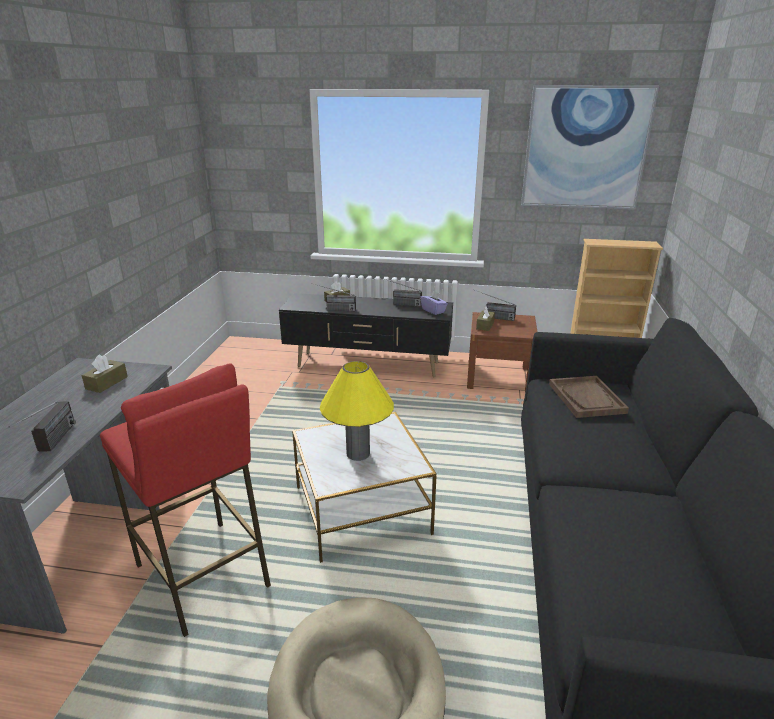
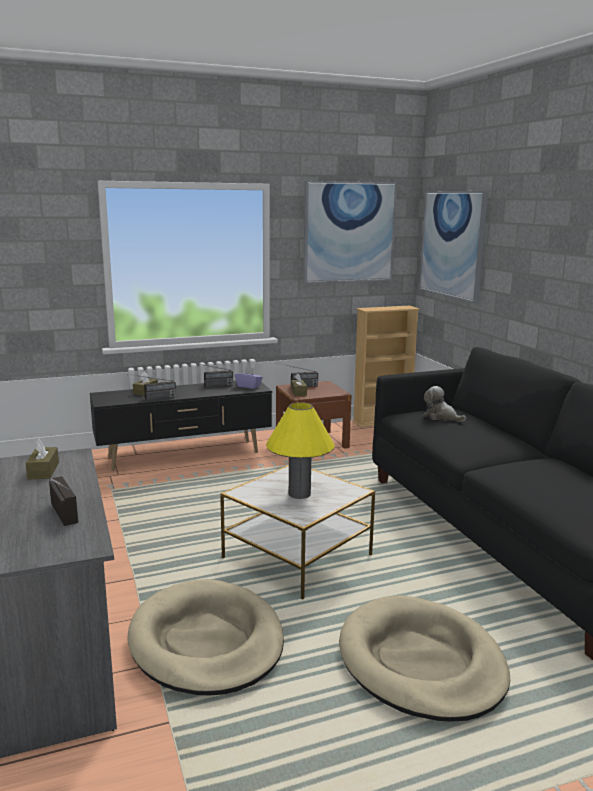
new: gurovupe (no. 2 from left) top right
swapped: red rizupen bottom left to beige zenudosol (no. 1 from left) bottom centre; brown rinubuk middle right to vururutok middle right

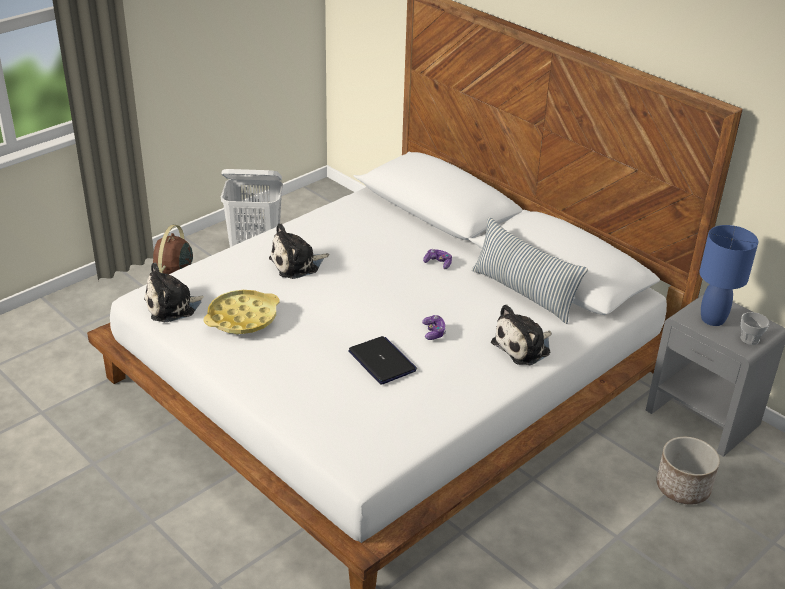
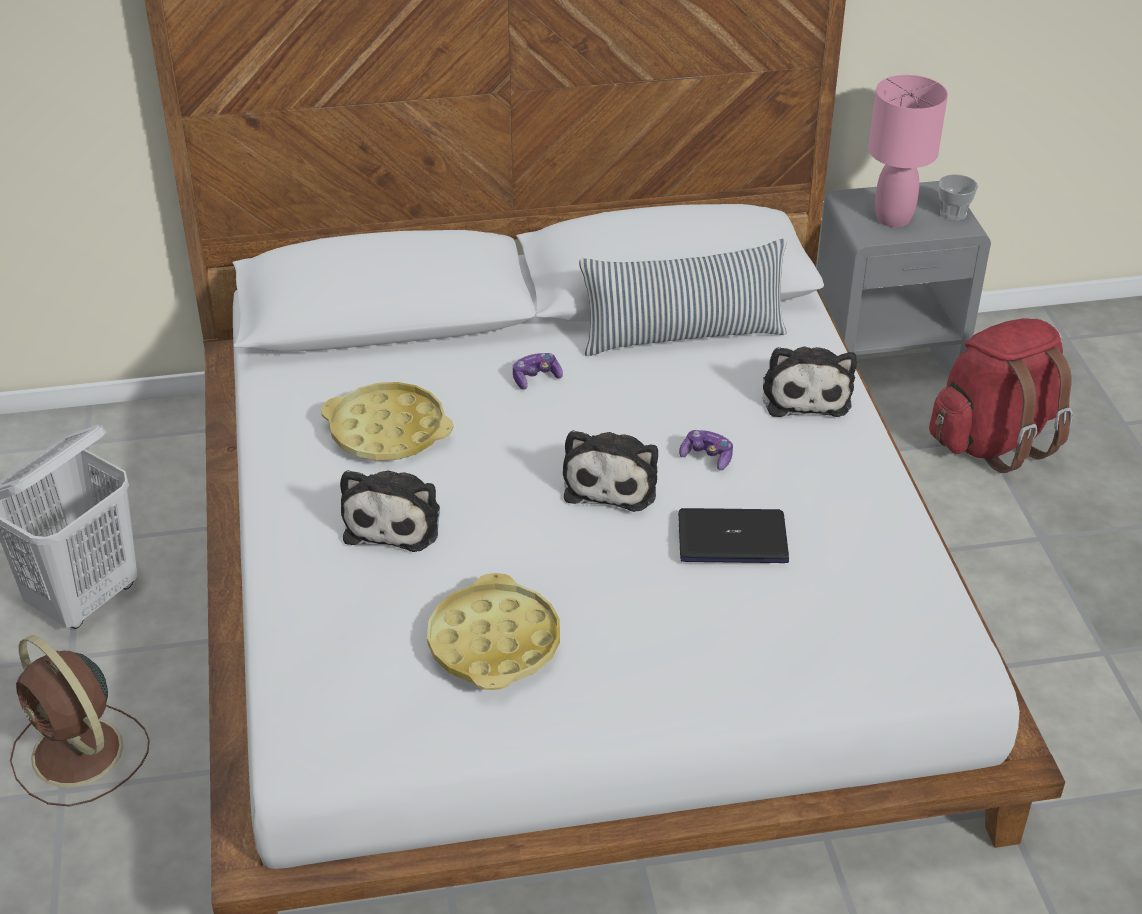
new: yellow rinubuk (no. 1 from left) centre
shifted: vururutok (no. 1 from left in the first image) middle left to vururutok (no. 2 from left) centre
swapped: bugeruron bottom right to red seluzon middle right
repainted: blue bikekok middle right to pink bikekok top right

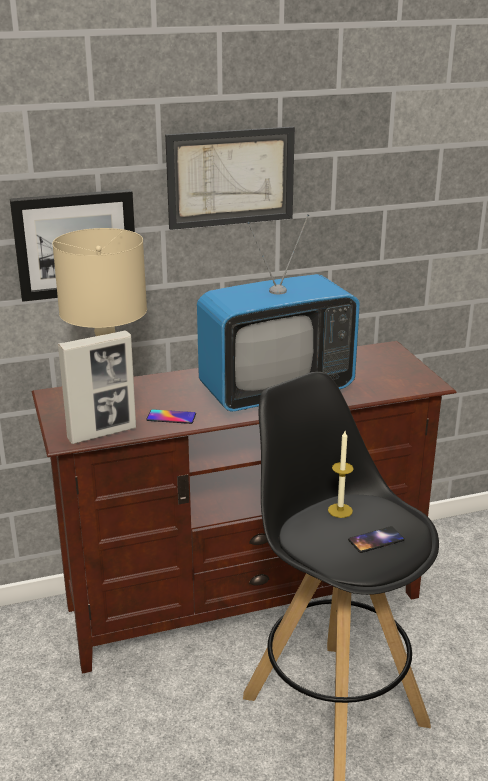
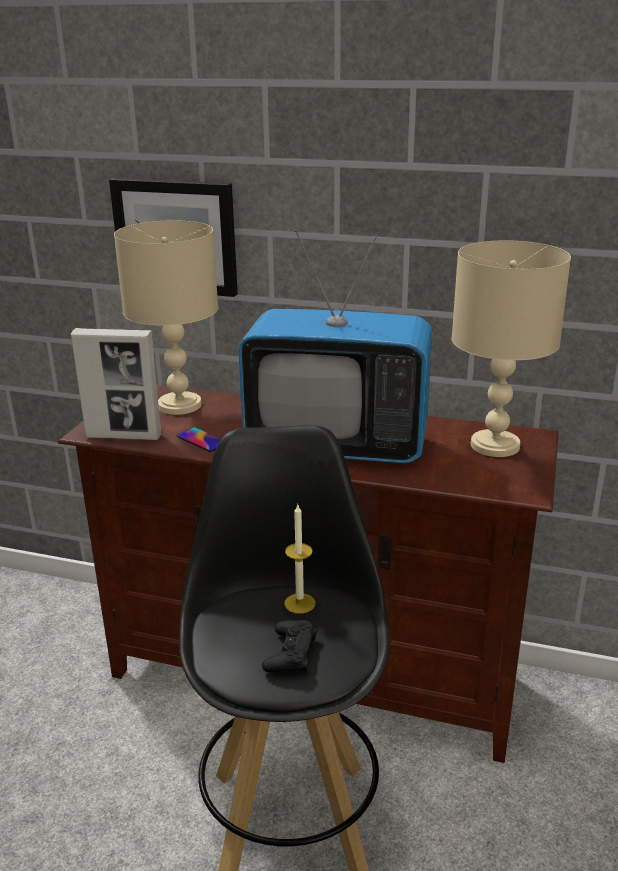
gone: gurovupe (no. 2 from left) top centre
new: beige bikekok (no. 2 from left) middle right
swapped: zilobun (no. 2 from left) bottom right to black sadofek bottom centre

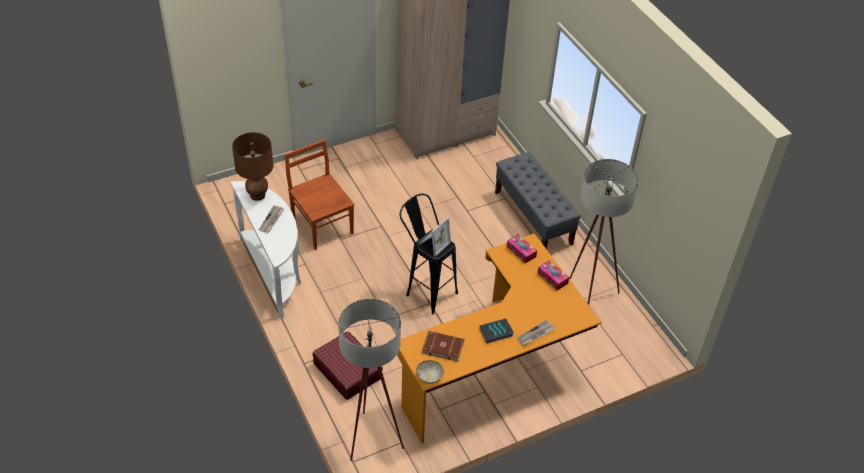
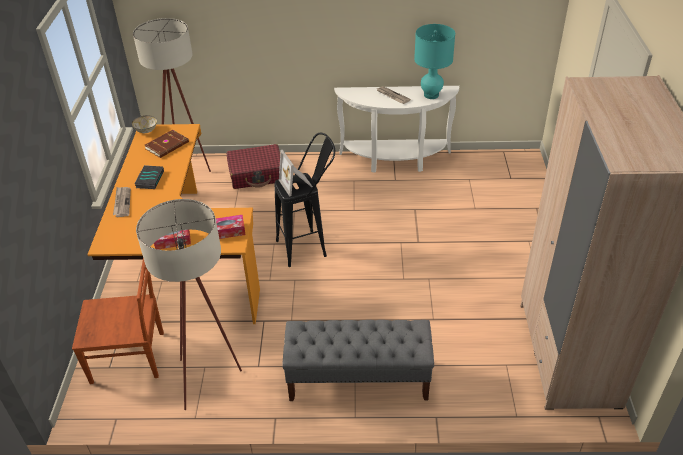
shifted: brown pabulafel centre to bottom left
repainted: brown bikekok middle left to turquoise bikekok top centre

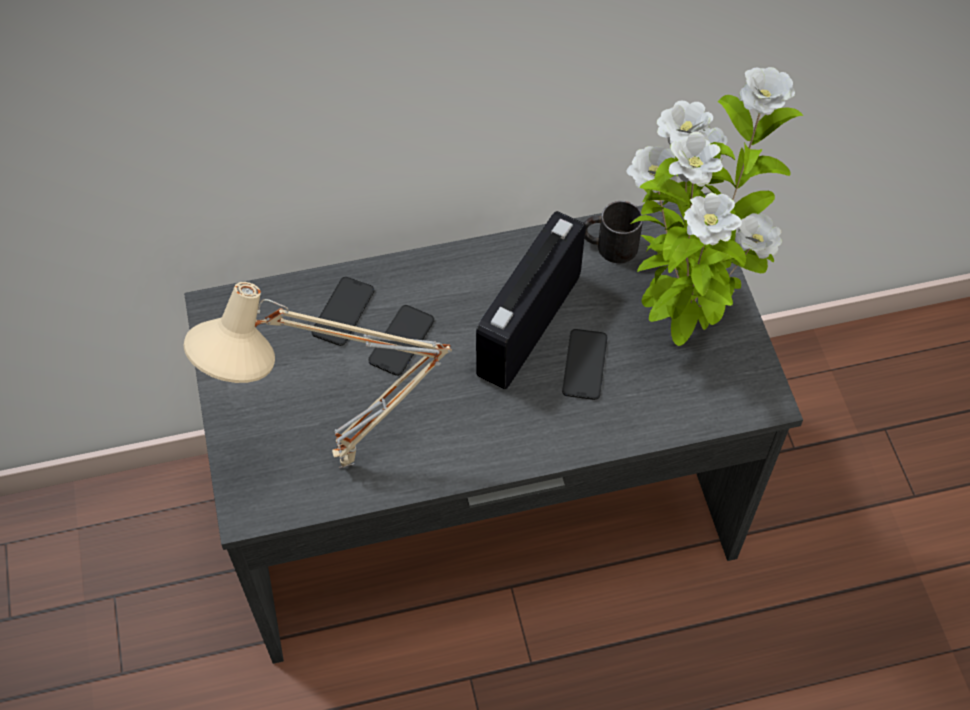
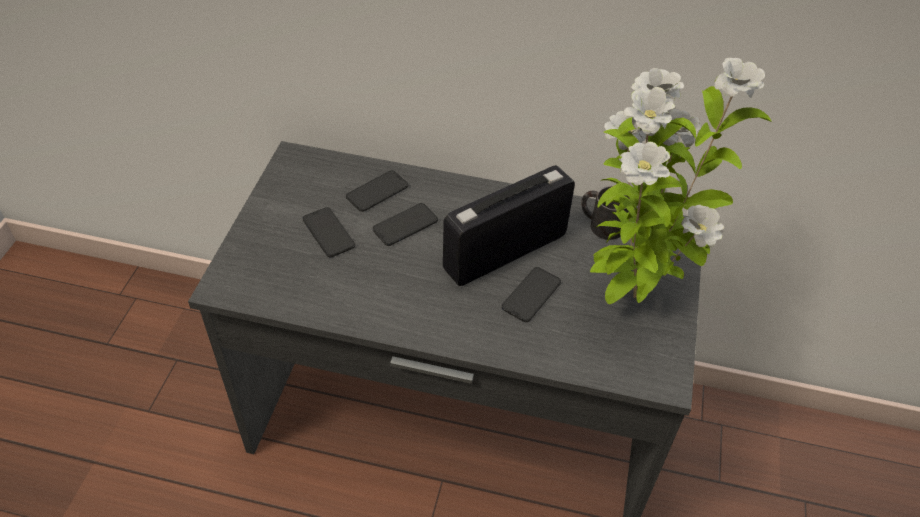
gone: beige bikekok middle left
new: zilobun (no. 1 from left) centre

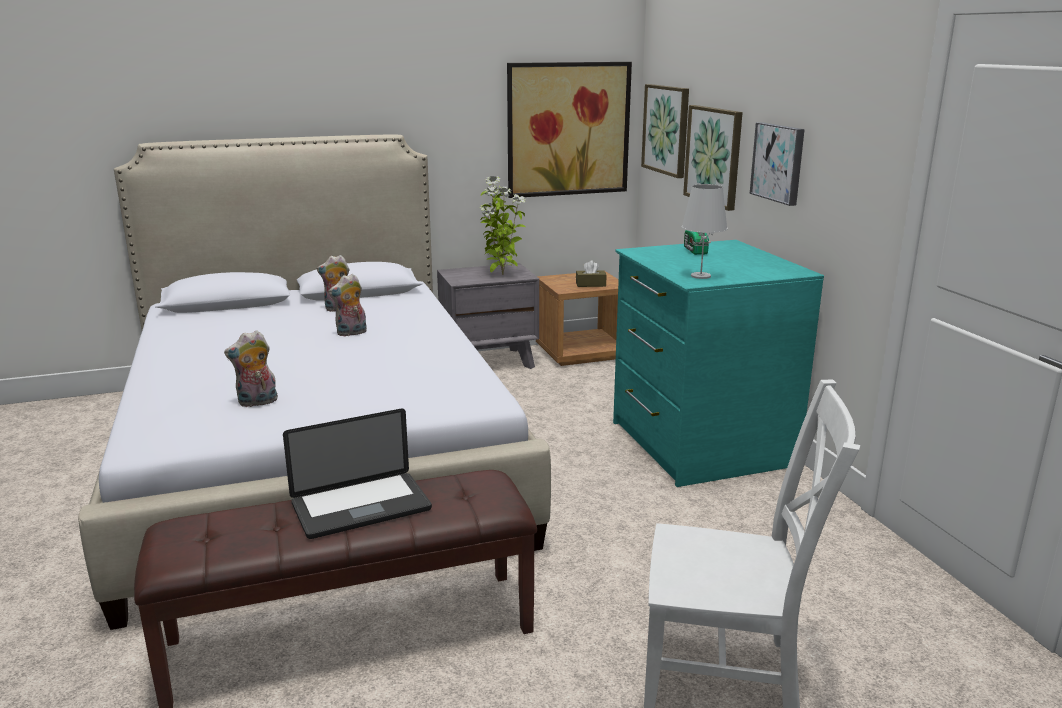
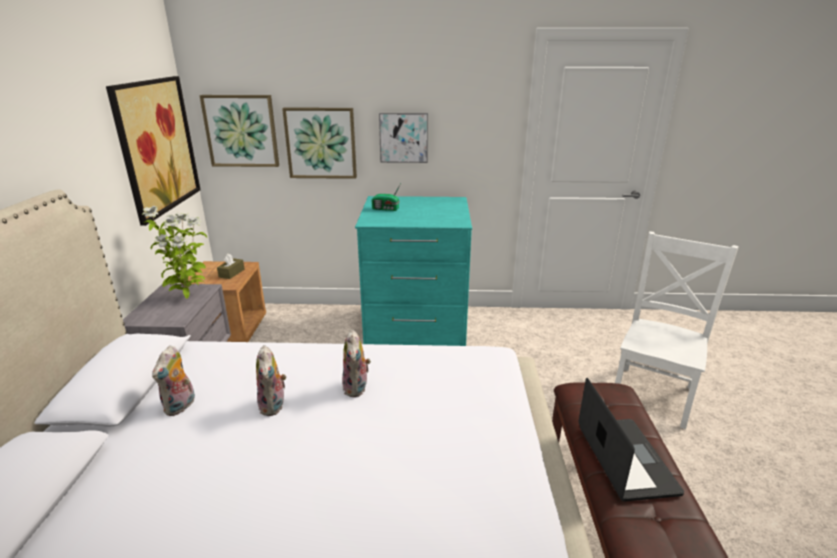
gone: white bikekok top centre
shifted: vururutok (no. 1 from left in the first image) middle left to vururutok (no. 3 from left) centre

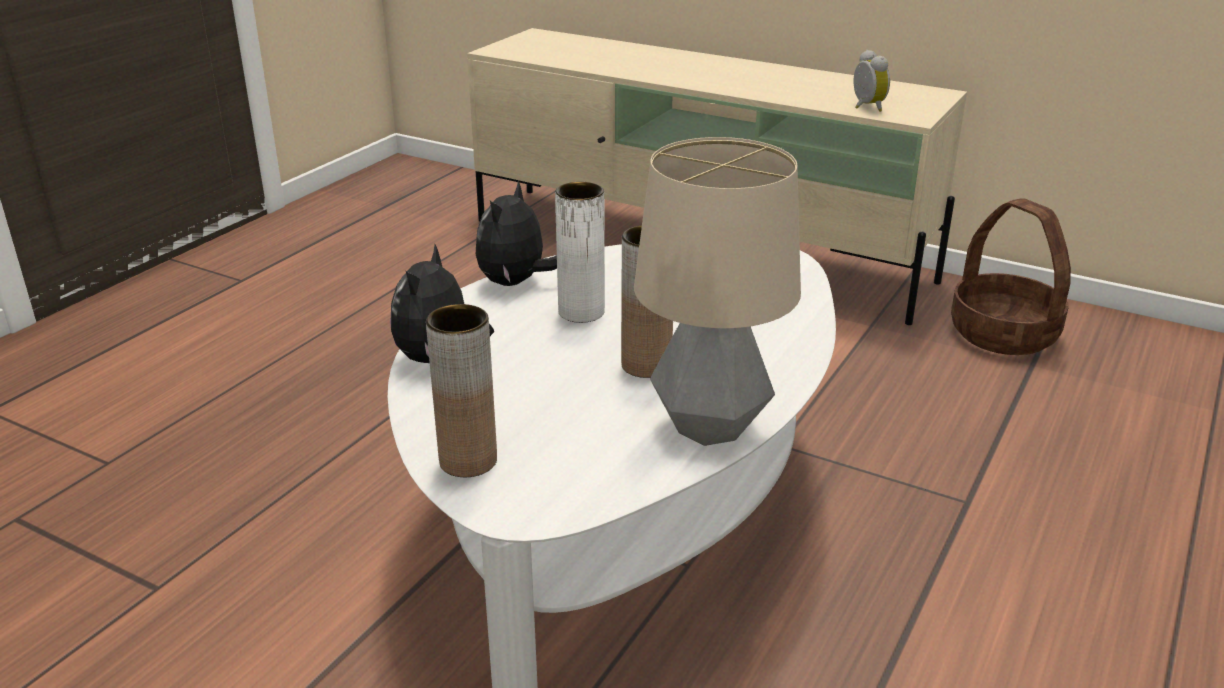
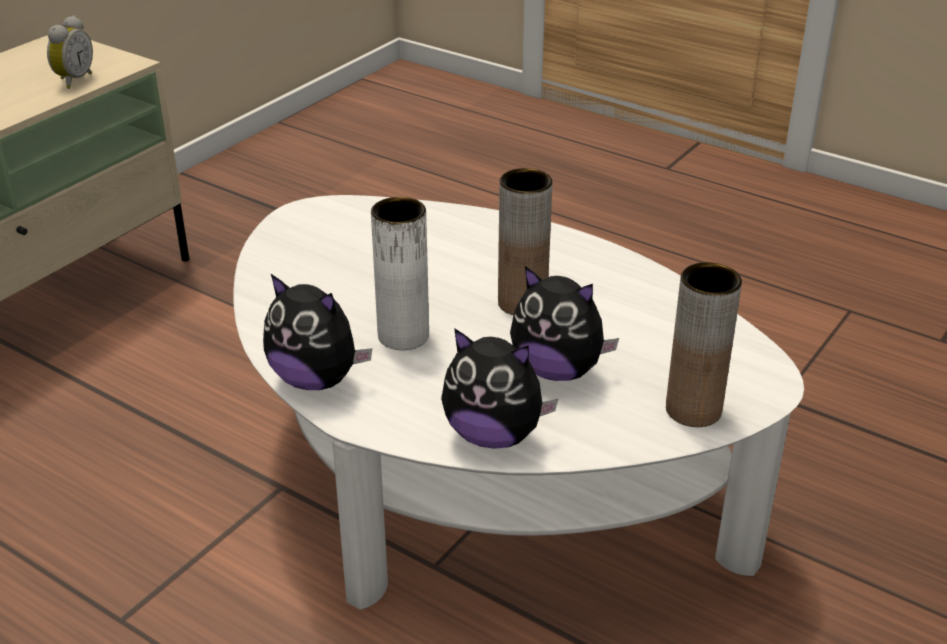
gone: bikekok centre; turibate middle right
new: vururutok (no. 3 from left) centre
rotated: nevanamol top right = top left 120 degrees clockwise

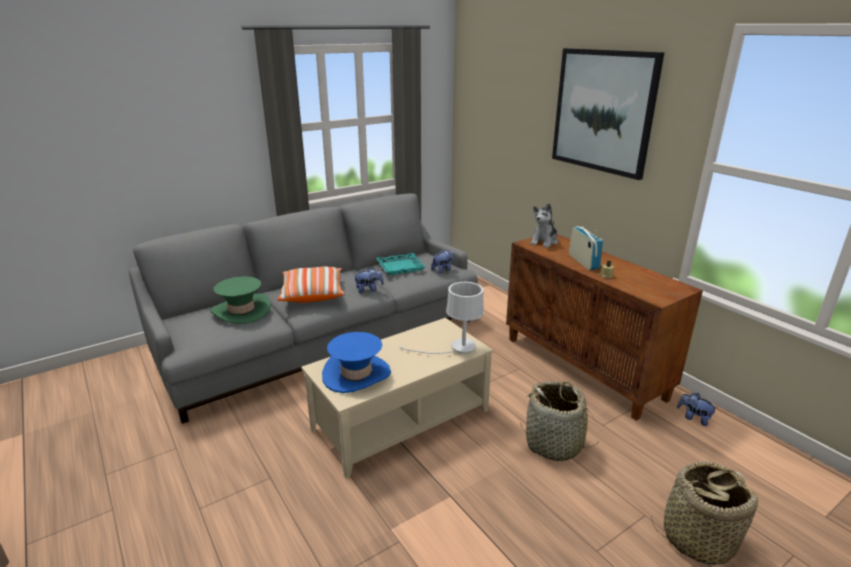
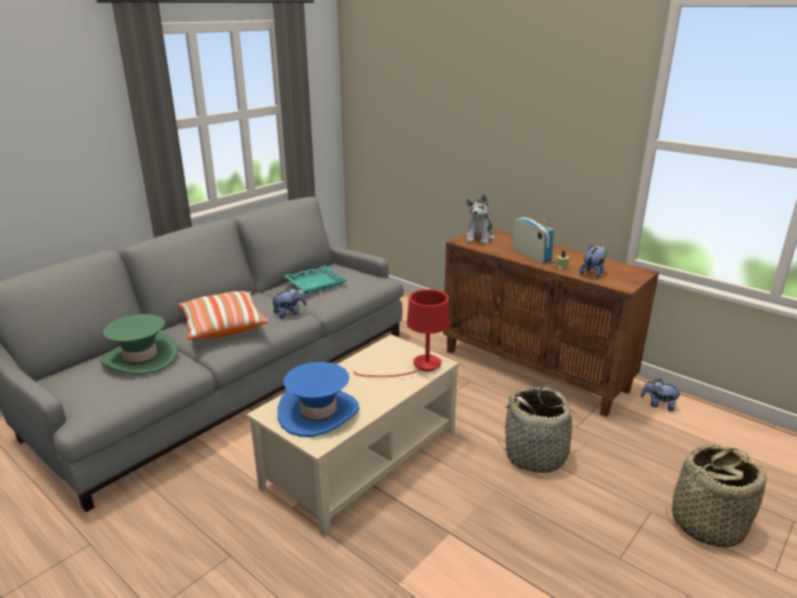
gone: gurovupe top right
shifted: vururutok (no. 2 from left in the first image) centre to vururutok (no. 3 from left) middle right
repainted: white bikekok centre to red bikekok centre

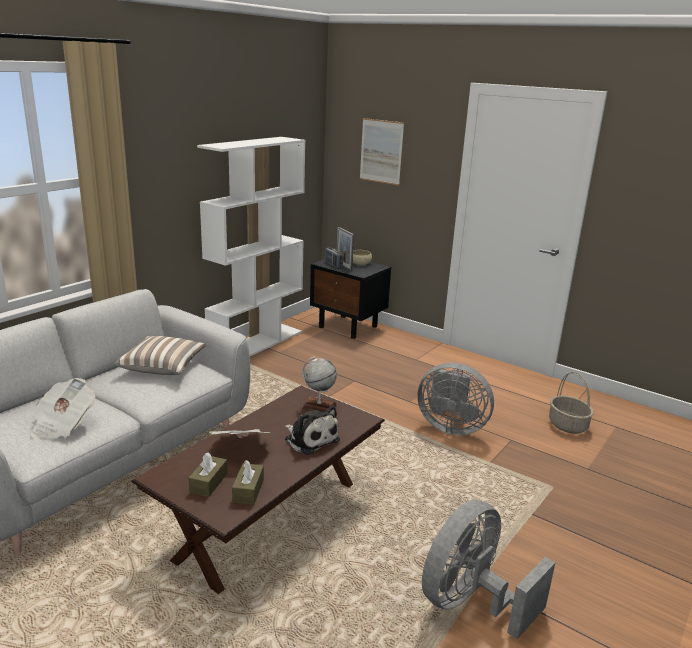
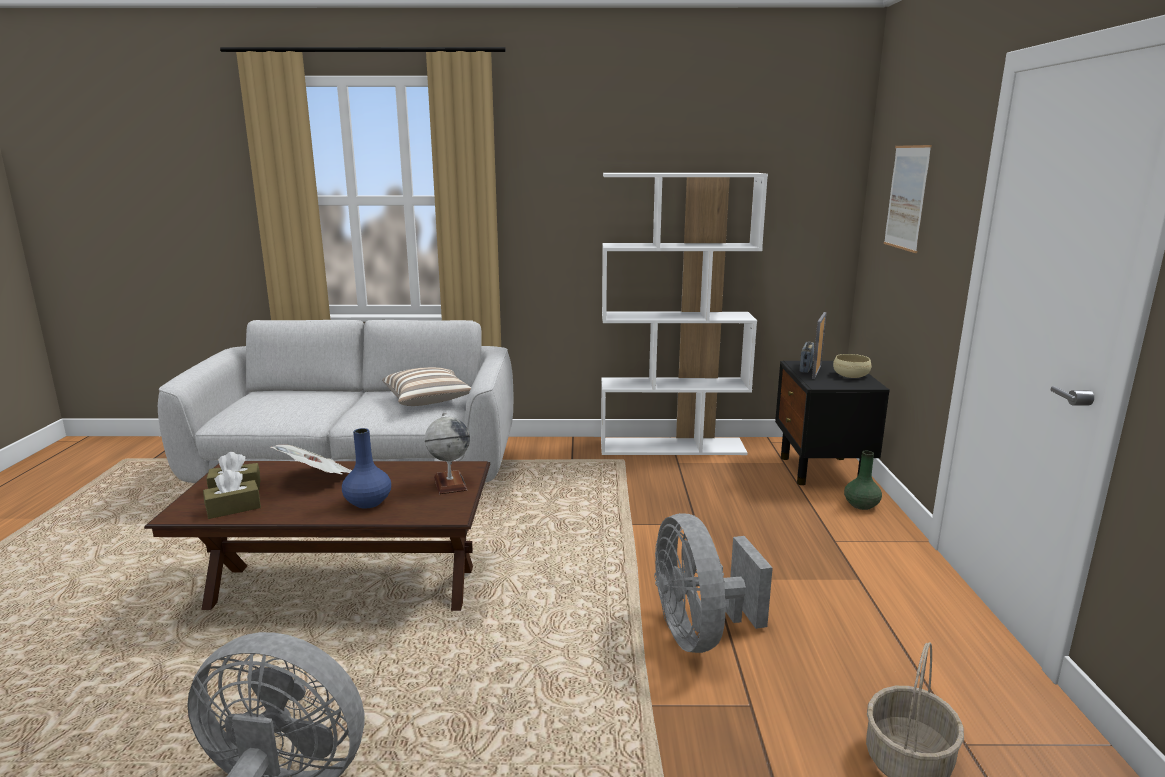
gone: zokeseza (no. 1 from left) middle left
new: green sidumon middle right
swapped: vururutok centre to blue sidumon middle left

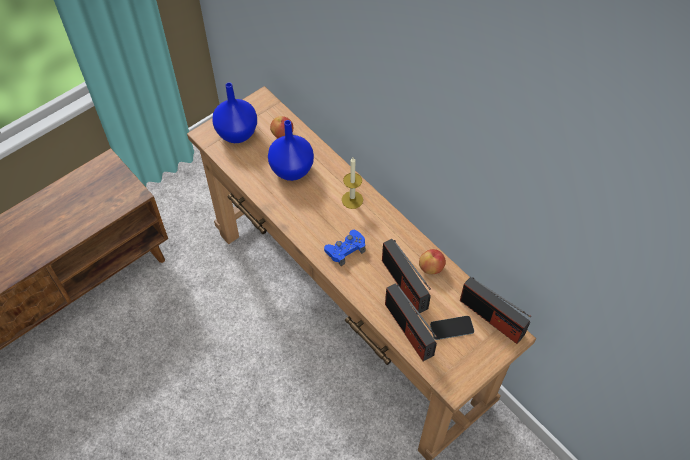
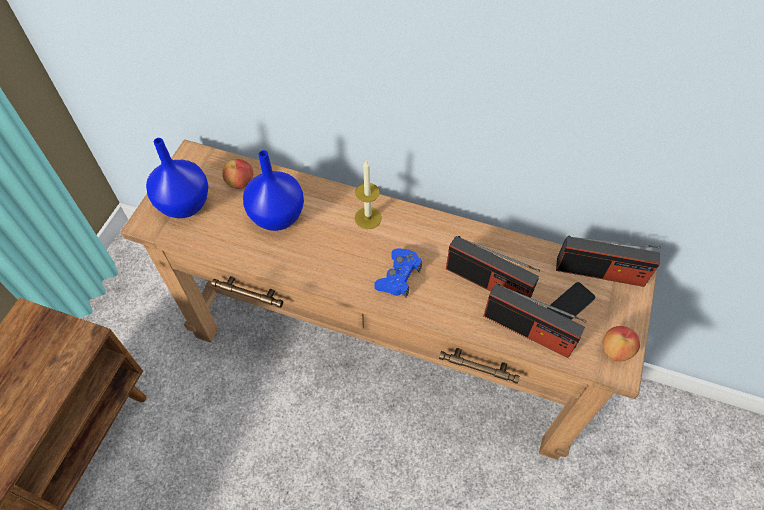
shifted: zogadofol (no. 2 from left) centre to bottom right

